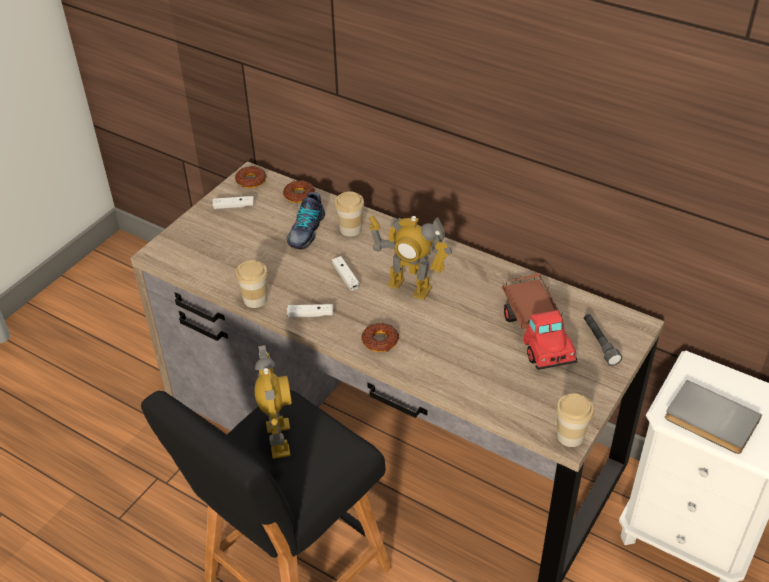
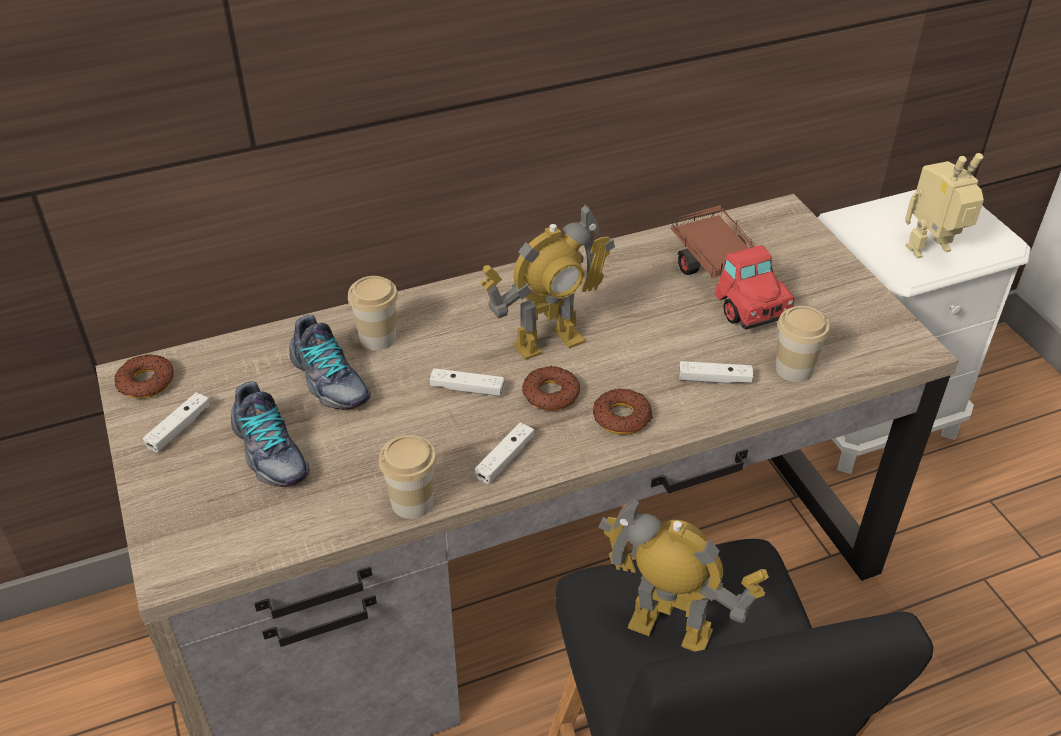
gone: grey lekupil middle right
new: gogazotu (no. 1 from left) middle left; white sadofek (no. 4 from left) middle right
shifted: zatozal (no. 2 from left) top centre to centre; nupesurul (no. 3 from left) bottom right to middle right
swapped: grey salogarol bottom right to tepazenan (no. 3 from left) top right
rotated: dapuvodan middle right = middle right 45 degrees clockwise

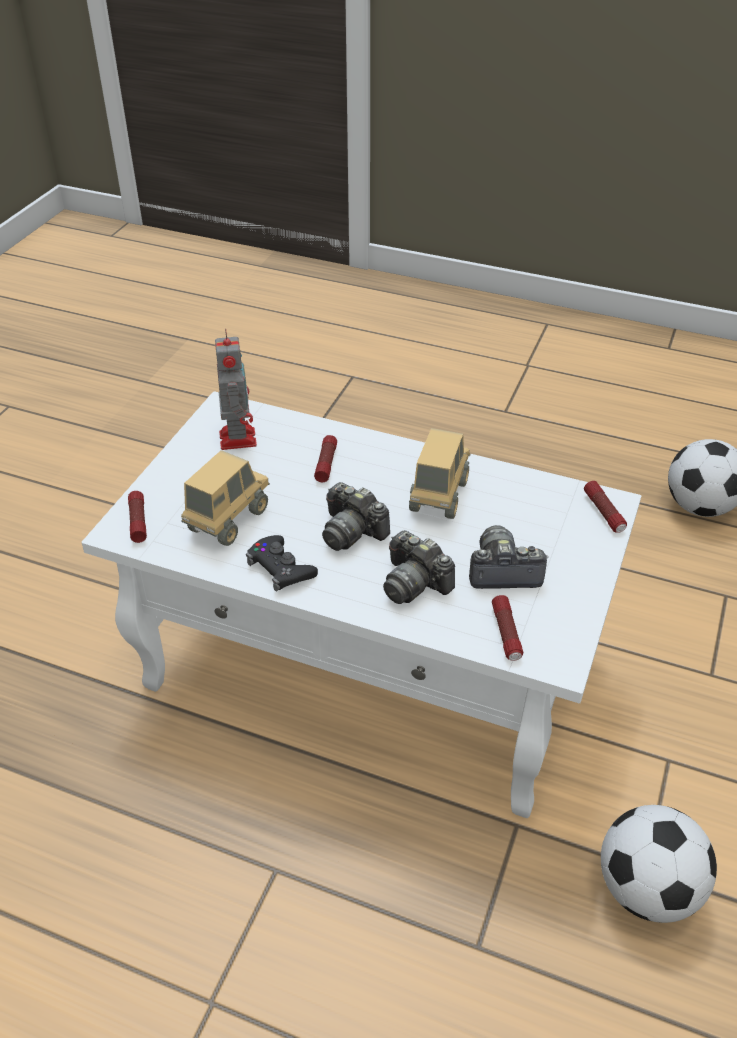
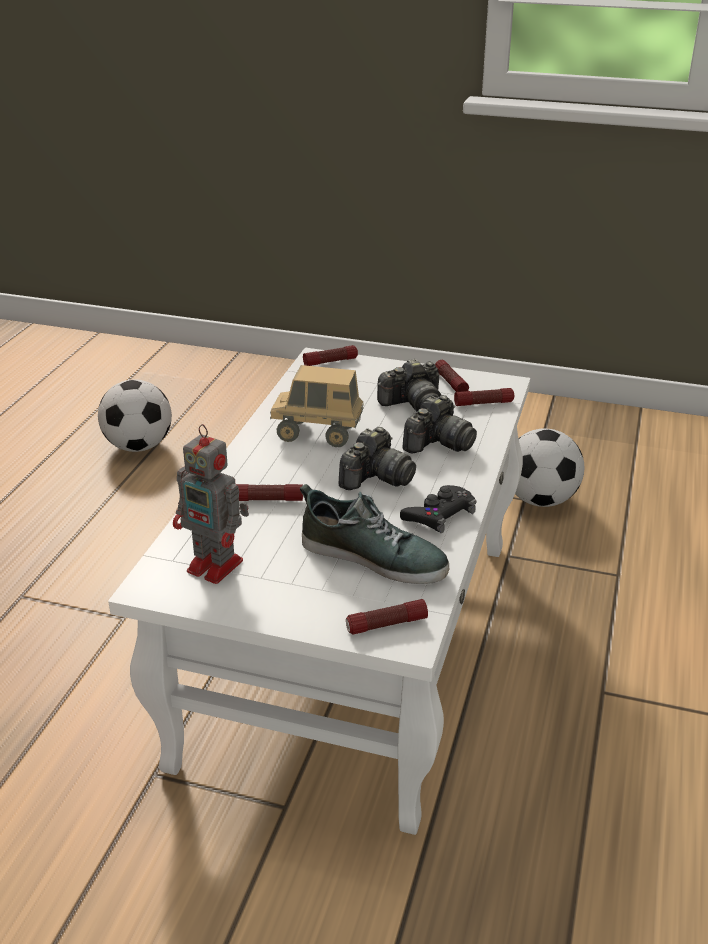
new: lekupil (no. 4 from left) centre
swapped: dapuvodan (no. 1 from left) middle left to gogazotu centre
rotated: tepazenan middle left = middle left 135 degrees counterclockwise; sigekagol (no. 3 from left in the first image) middle right = centre 105 degrees counterclockwise

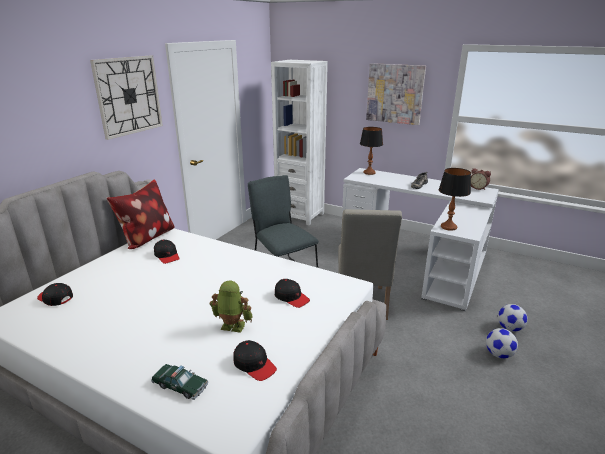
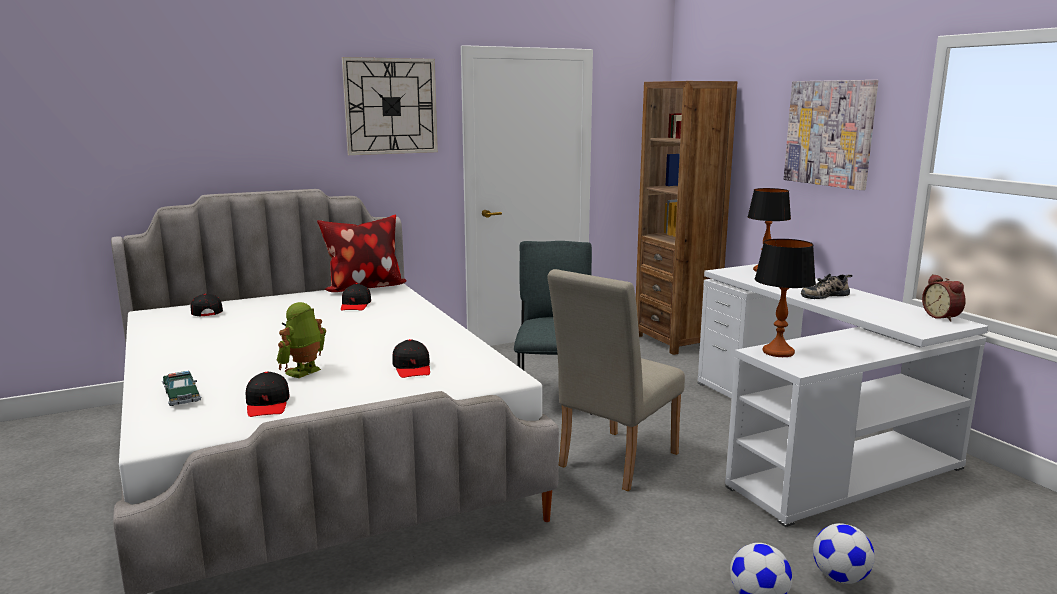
repainted: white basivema top centre to brown basivema centre
rotated: tepazenan bottom centre = middle left 105 degrees counterclockwise

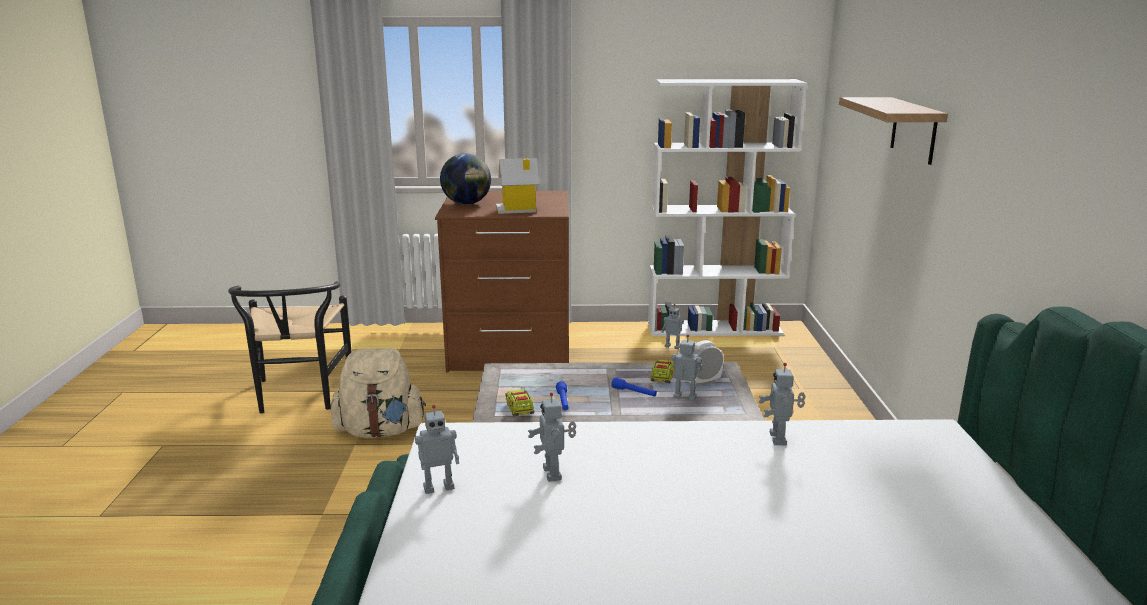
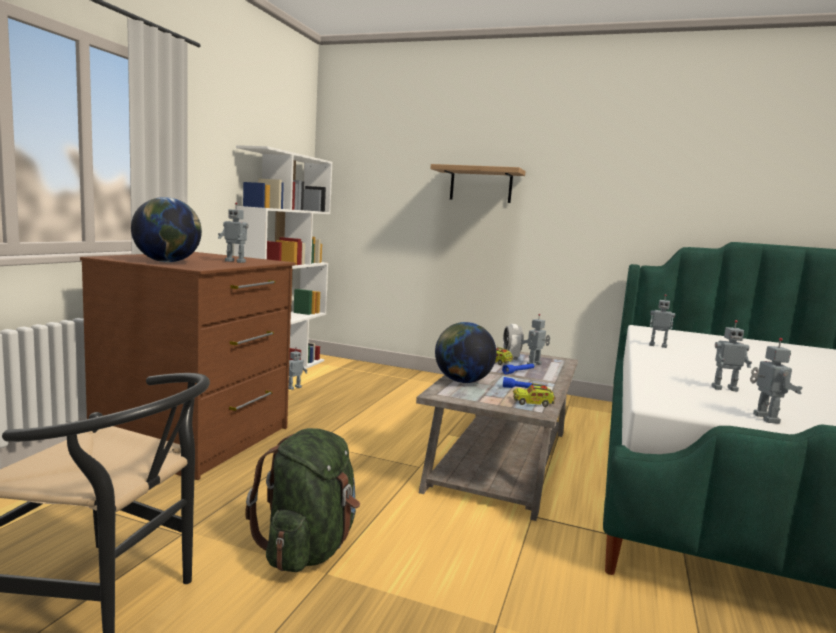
new: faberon (no. 2 from left) centre
swapped: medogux top centre to tepazenan (no. 1 from left) middle left
repainted: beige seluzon middle left to green seluzon bottom centre

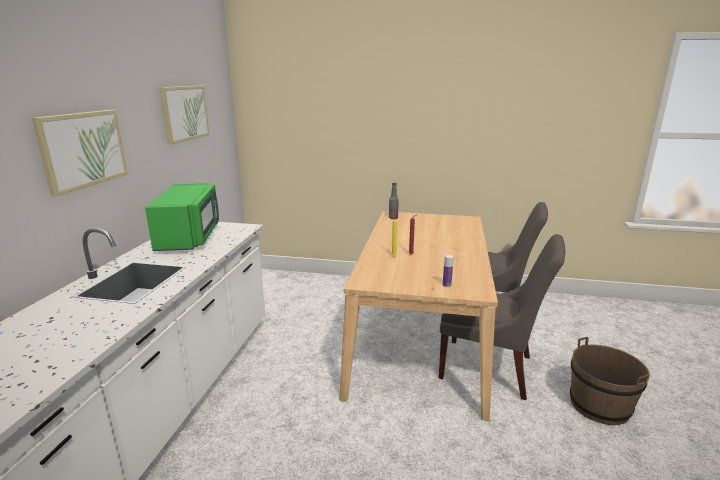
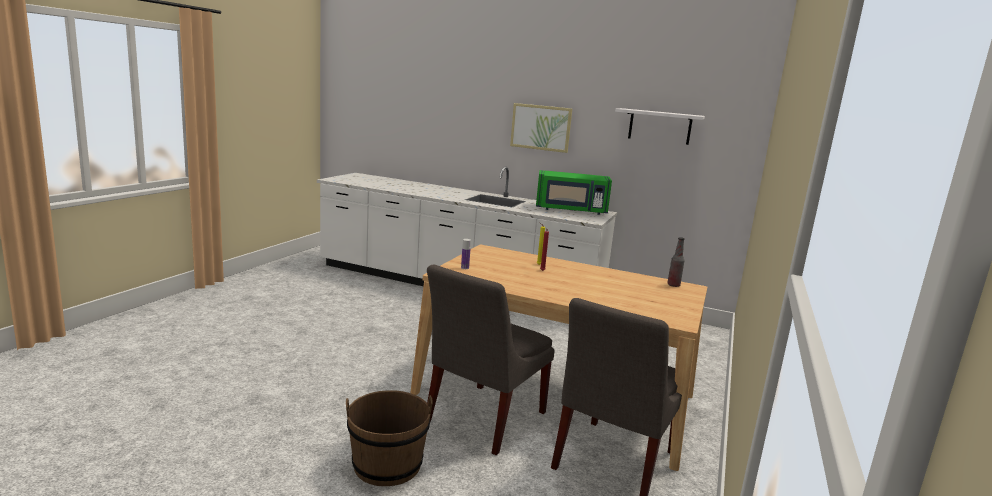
swapped: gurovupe (no. 2 from left) top left to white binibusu top centre

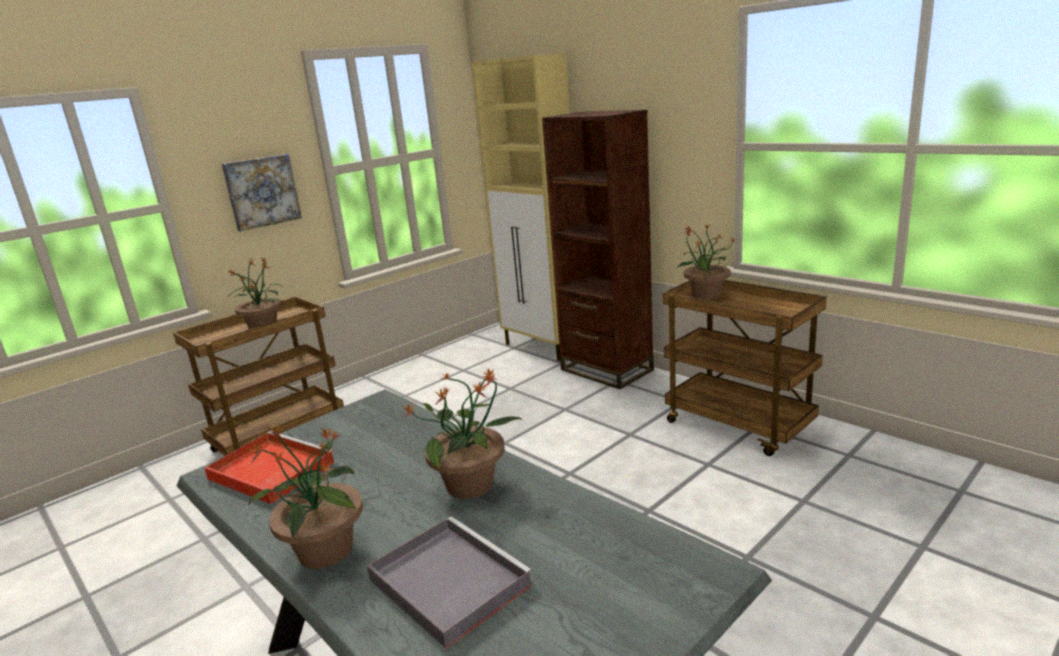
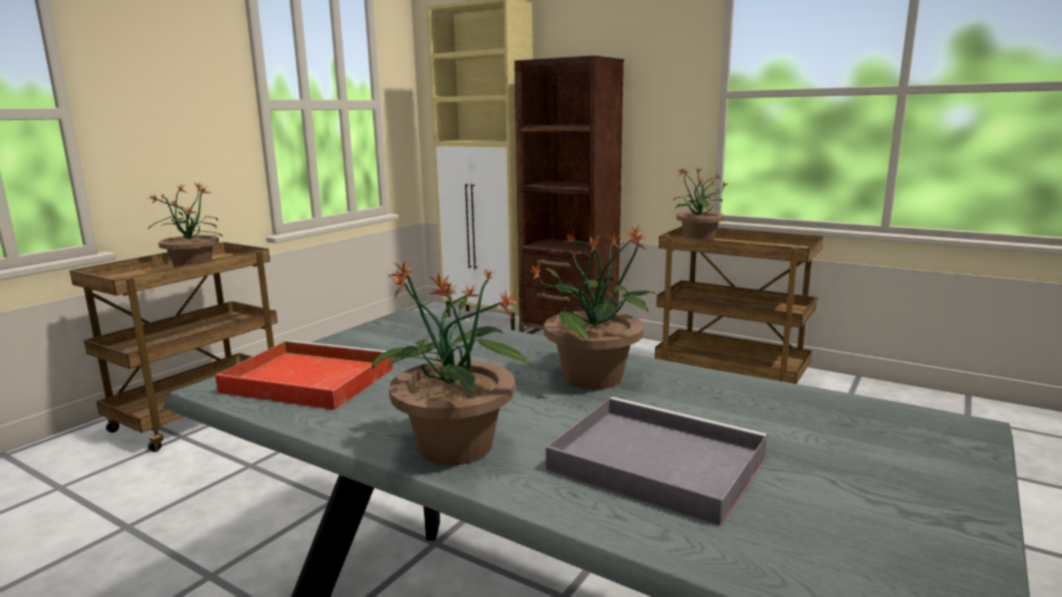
gone: gurovupe top left

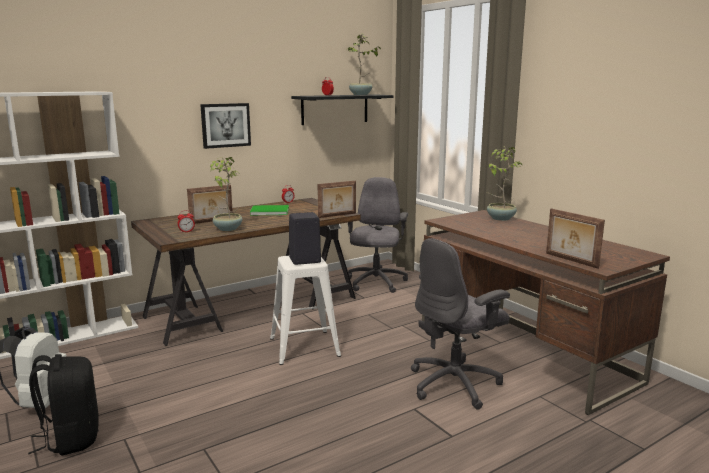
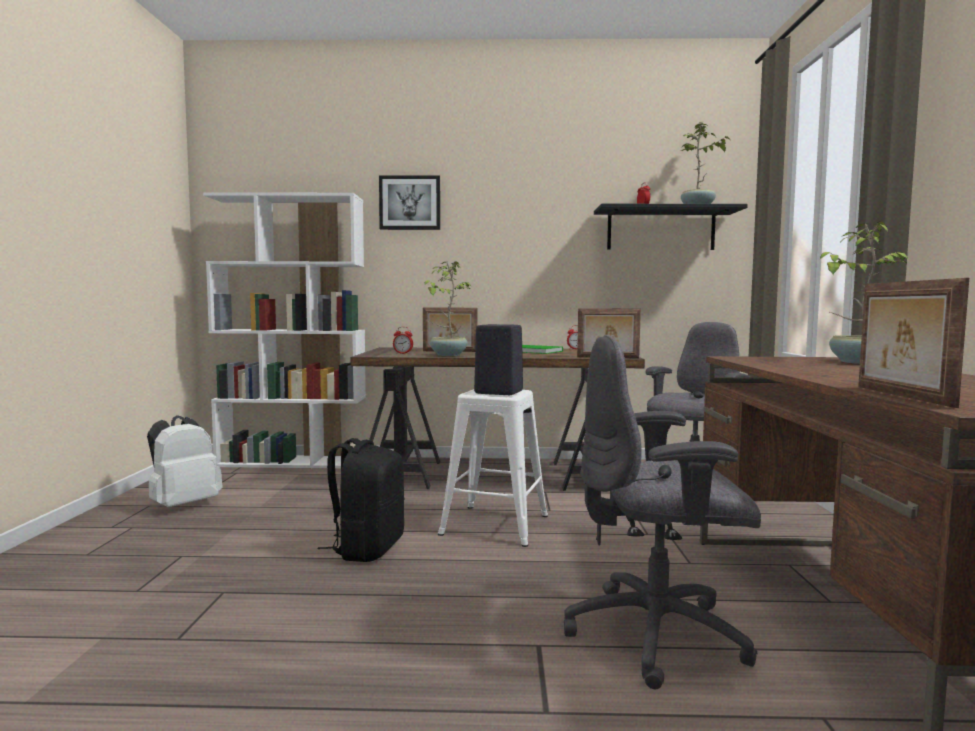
shifted: black seluzon bottom left to bottom centre; gurovupe top left to top centre

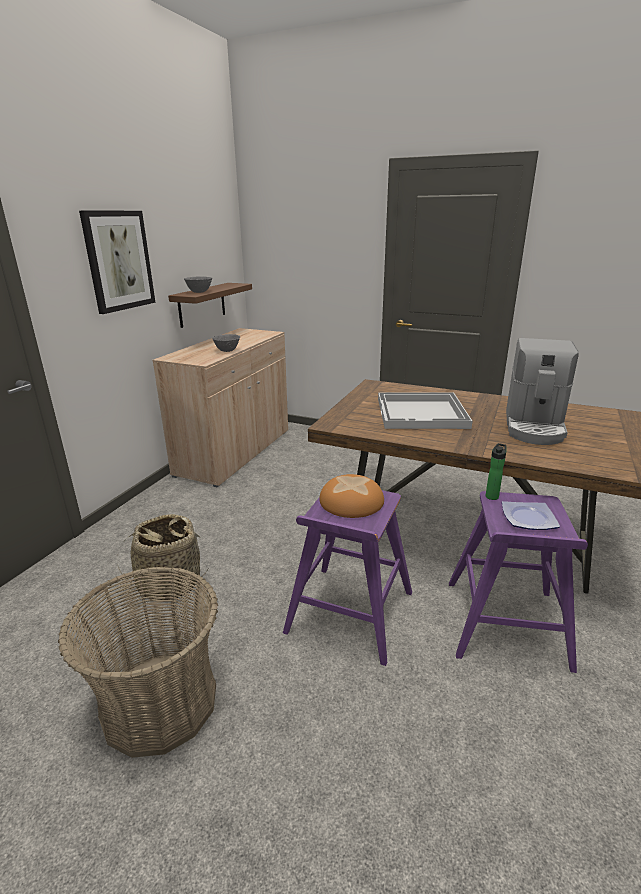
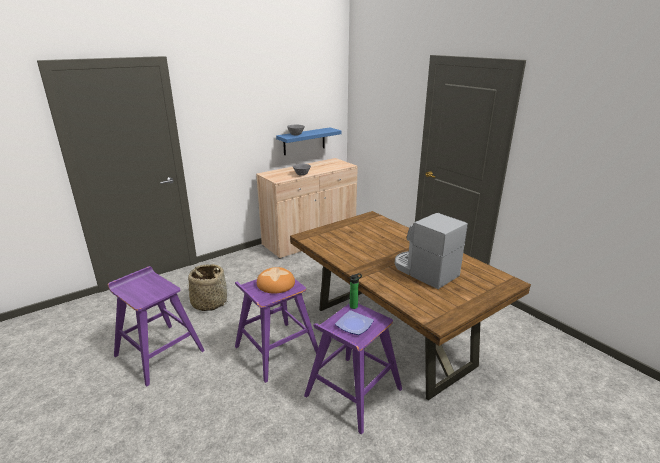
gone: gurovupe top left; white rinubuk centre
swapped: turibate (no. 1 from left) bottom left to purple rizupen (no. 1 from left) bottom left
repainted: brown binibusu middle left to blue binibusu top centre
rotated: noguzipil middle right = centre 90 degrees clockwise

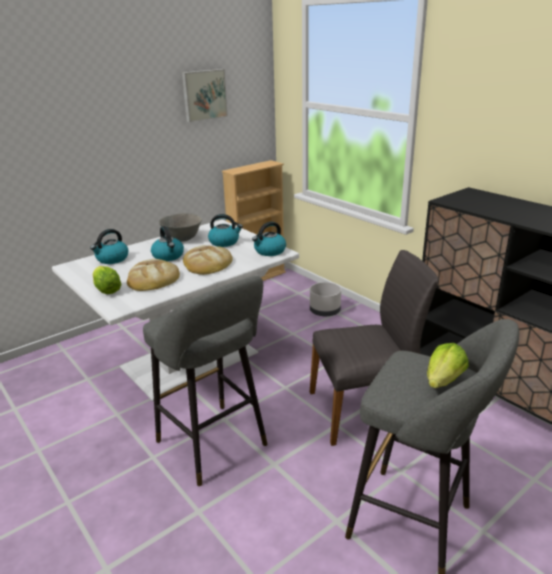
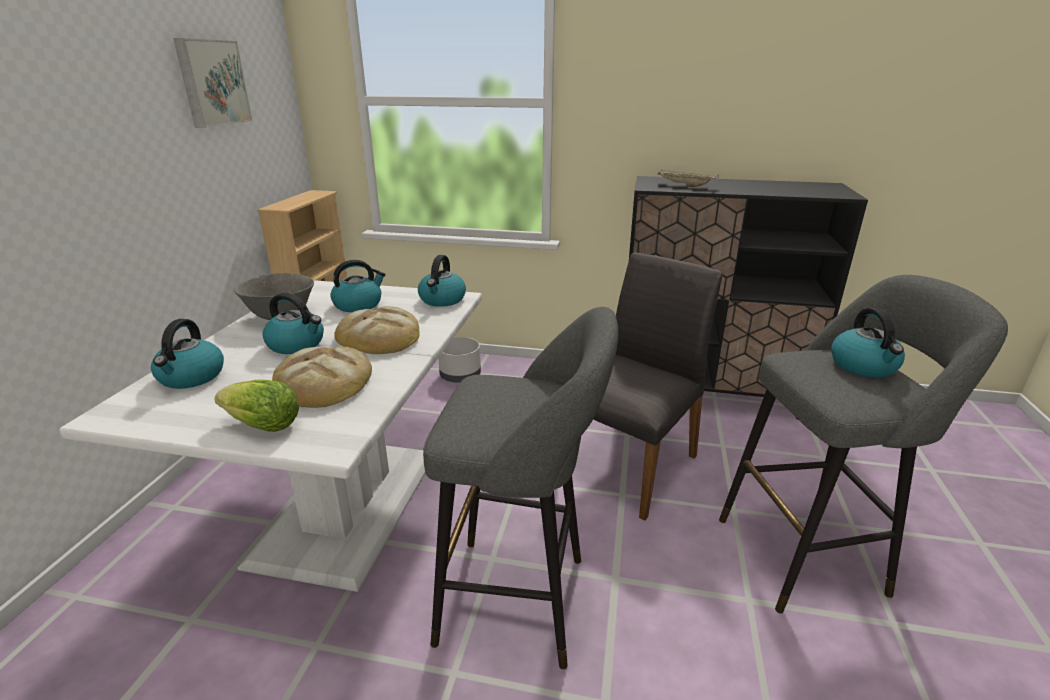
new: beige rinubuk top centre
swapped: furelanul (no. 2 from left) middle right to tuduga (no. 5 from left) middle right

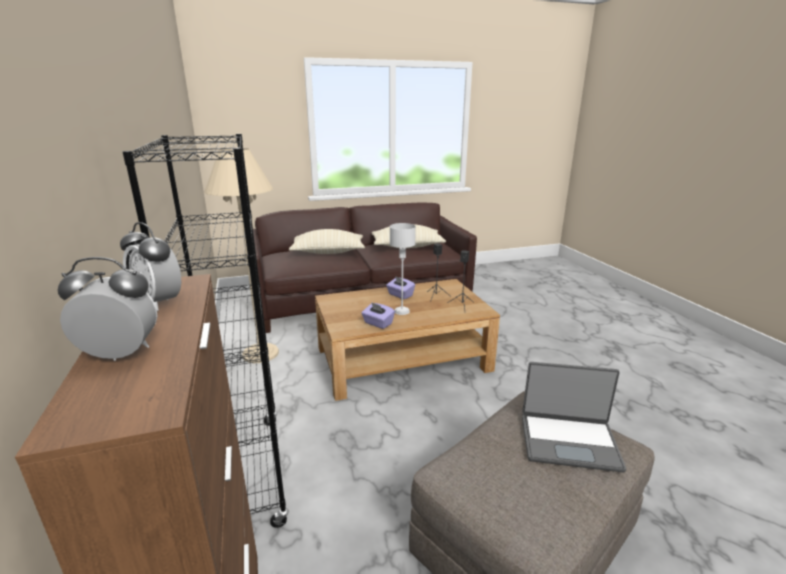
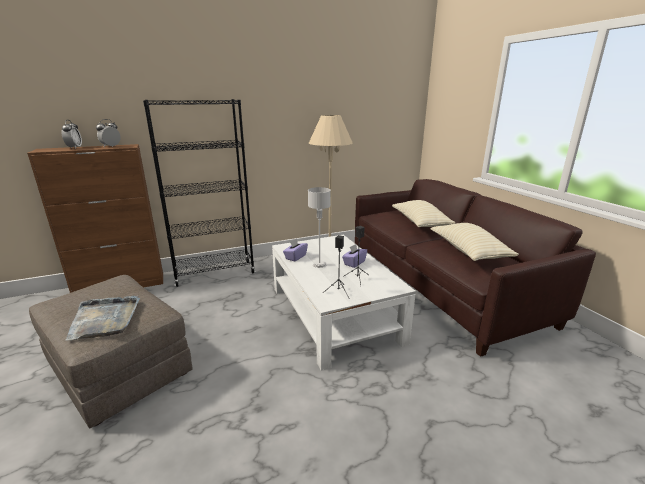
swapped: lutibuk bottom right to grey rinubuk middle left
repainted: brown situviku centre to white situviku centre

